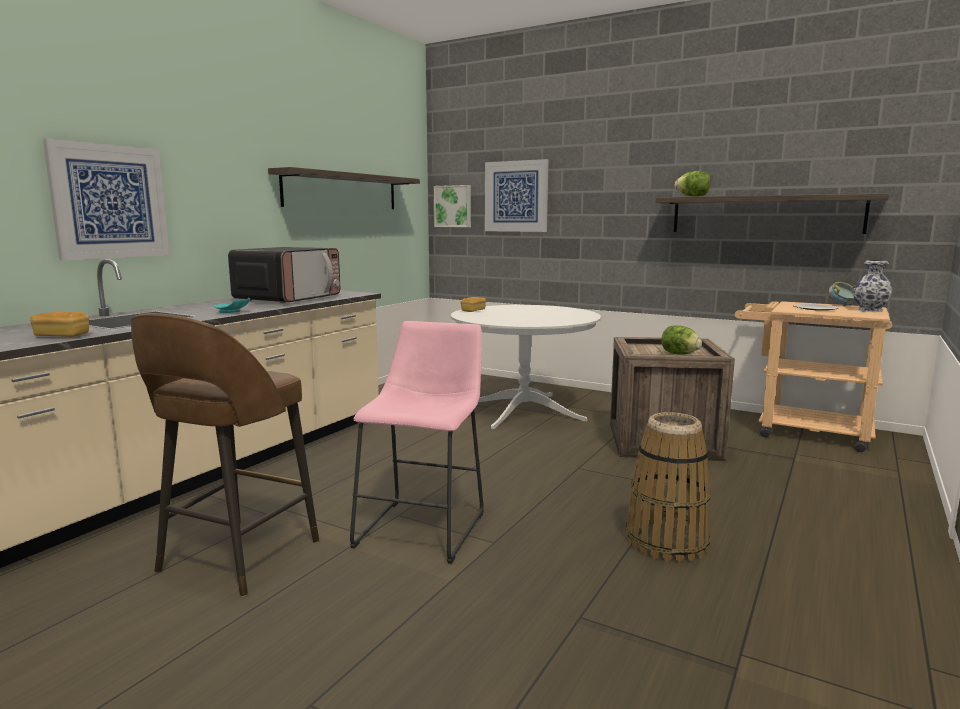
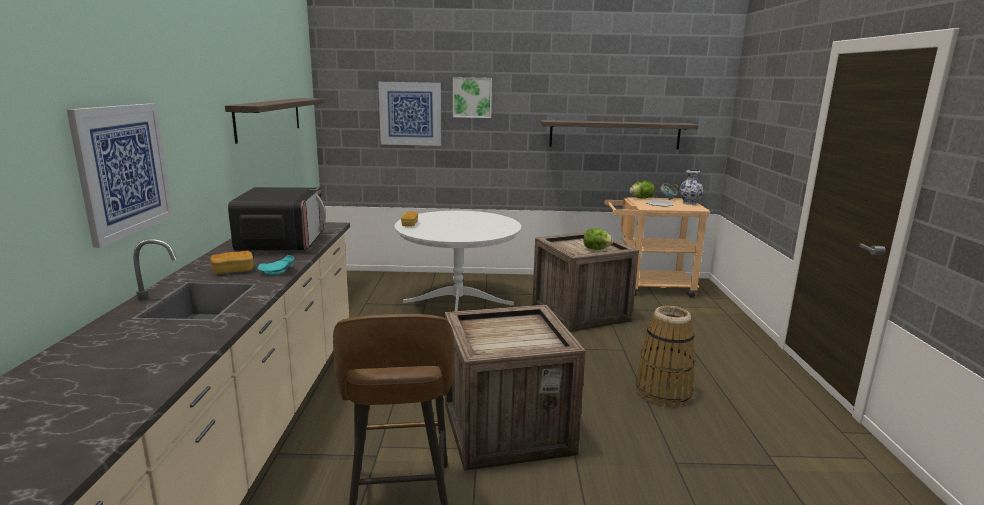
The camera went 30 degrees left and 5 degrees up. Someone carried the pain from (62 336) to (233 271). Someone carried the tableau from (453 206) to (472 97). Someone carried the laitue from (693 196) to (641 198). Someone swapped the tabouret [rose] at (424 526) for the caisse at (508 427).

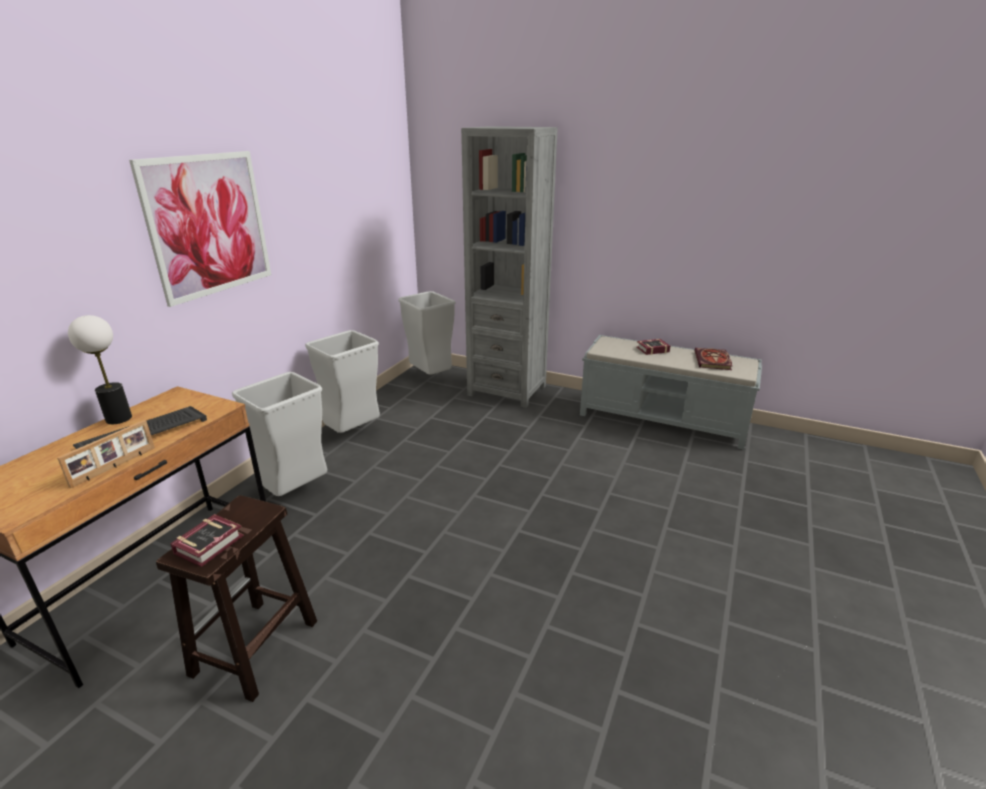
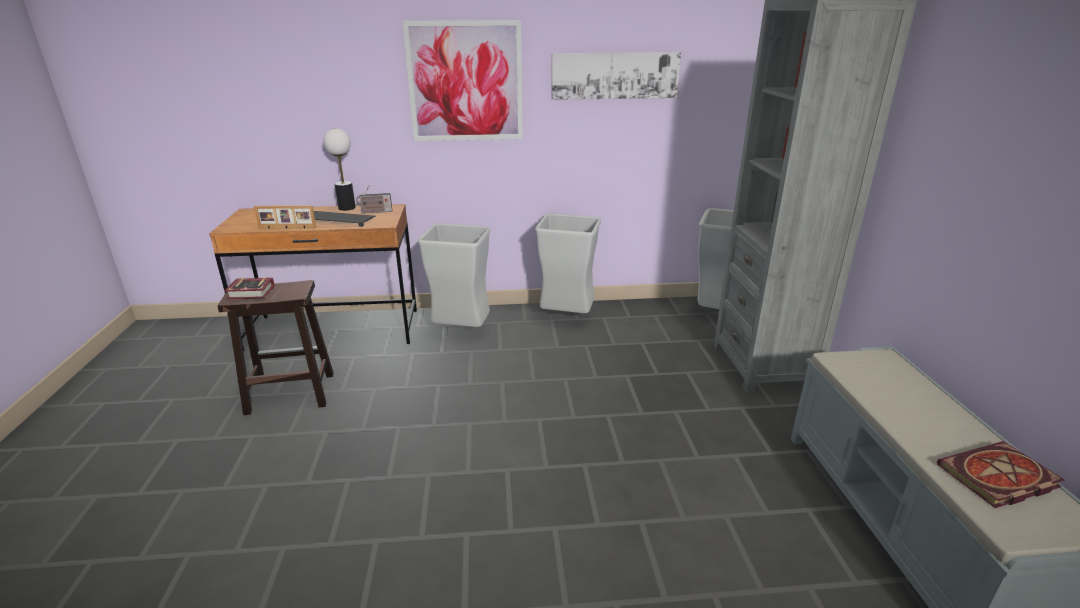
The camera went 60 degrees right and 0 degrees up. Someone took away the livre at (651 349). Someone put down the radio at (375 212). Someone put up the tableau at (614 75).

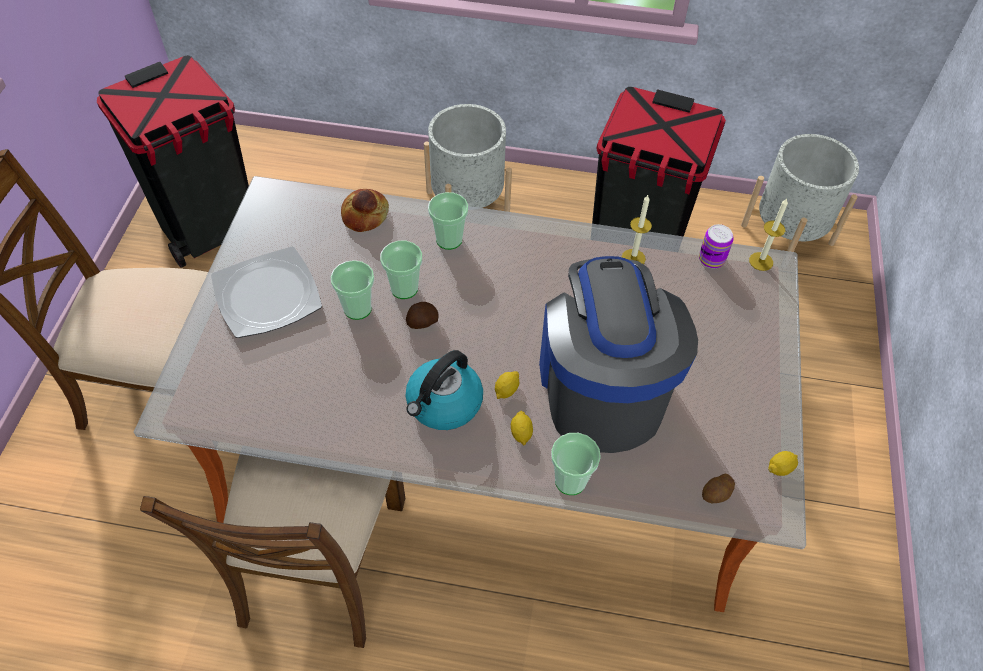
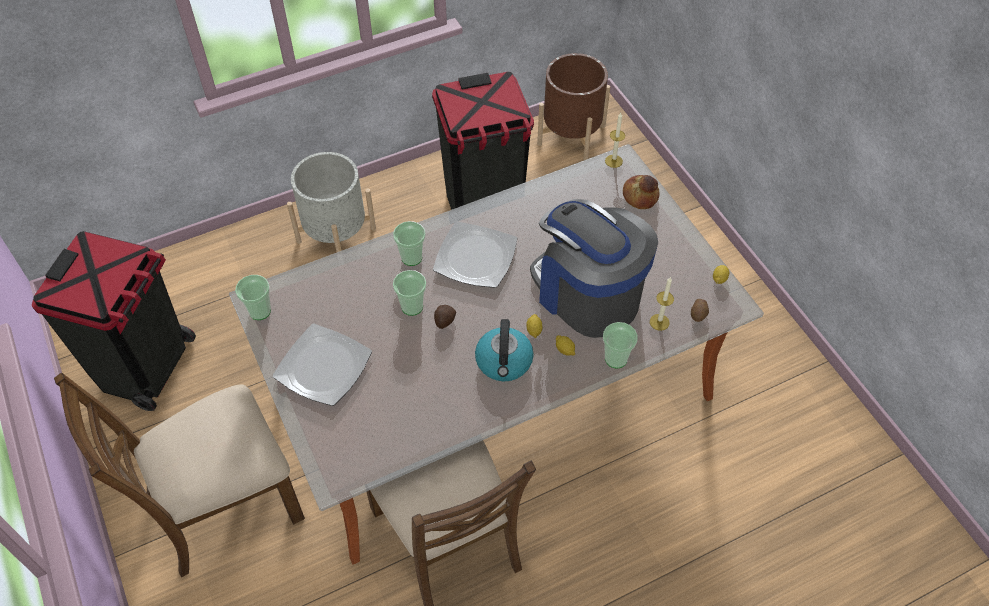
The camera went 35 degrees left and 0 degrees up. Someone took away the boîte métallique at (711 259). Someone put down the assiette at (474 257). Someone carried the tasse from (357 308) to (260 311). Someone carried the pain from (365 216) to (640 196). Someone carried the bougie from (633 258) to (659 322). Someone repainted the cache-pot [gris] at (787 234), which became the cache-pot [marron] at (571 135).

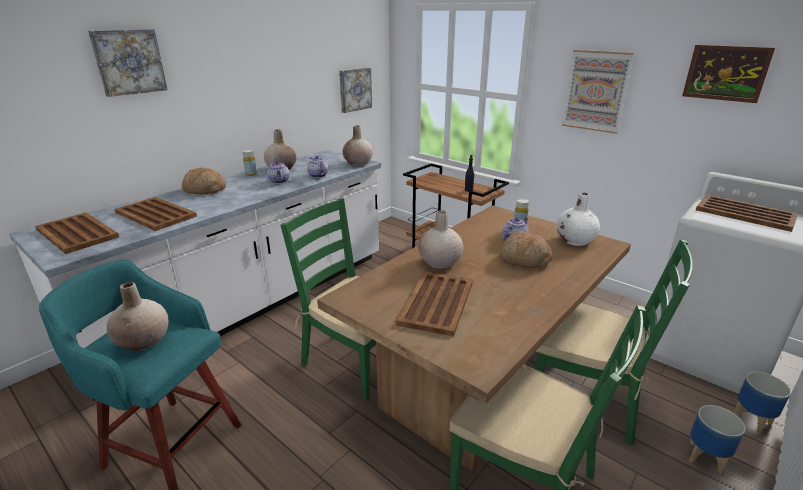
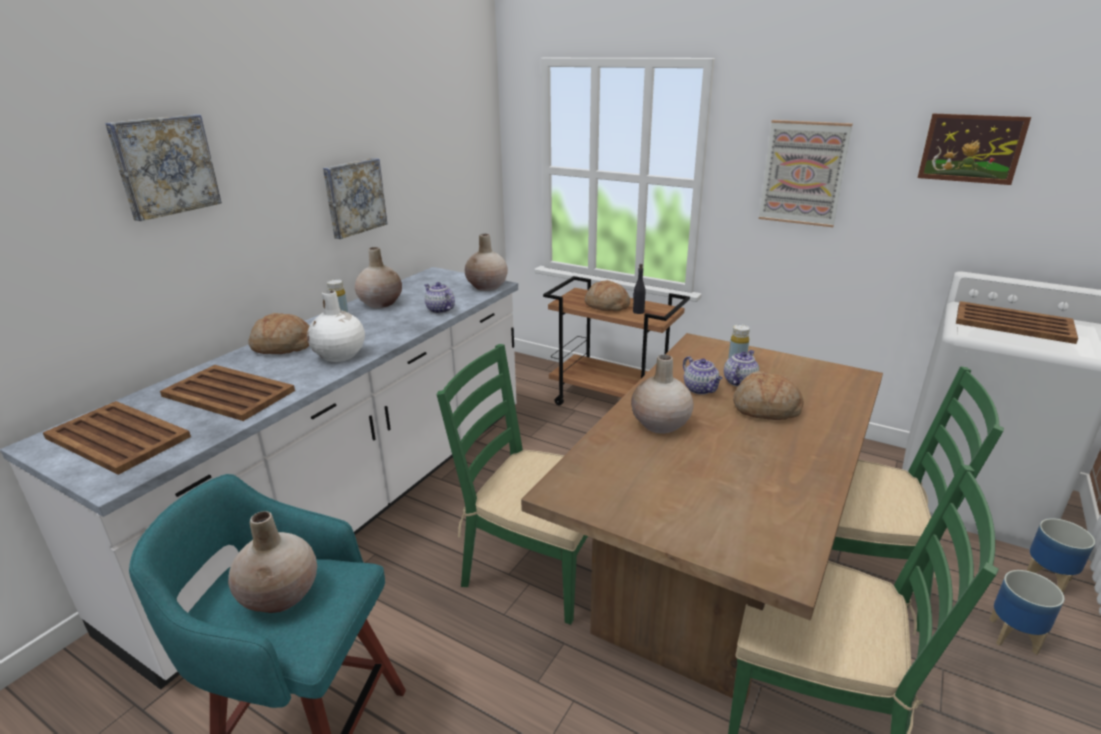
The camera went 10 degrees left and 0 degrees up. Someone took away the plateau [marron] at (436 303). Someone put down the pain at (607 305). Someone carried the théière from (279 181) to (701 389). Someone carried the tableau from (354 89) to (354 197). Someone carried the vase [blanc] from (575 240) to (339 355).

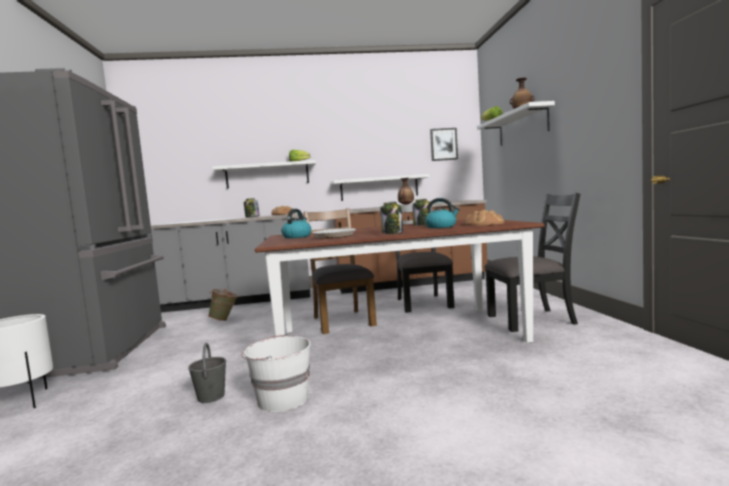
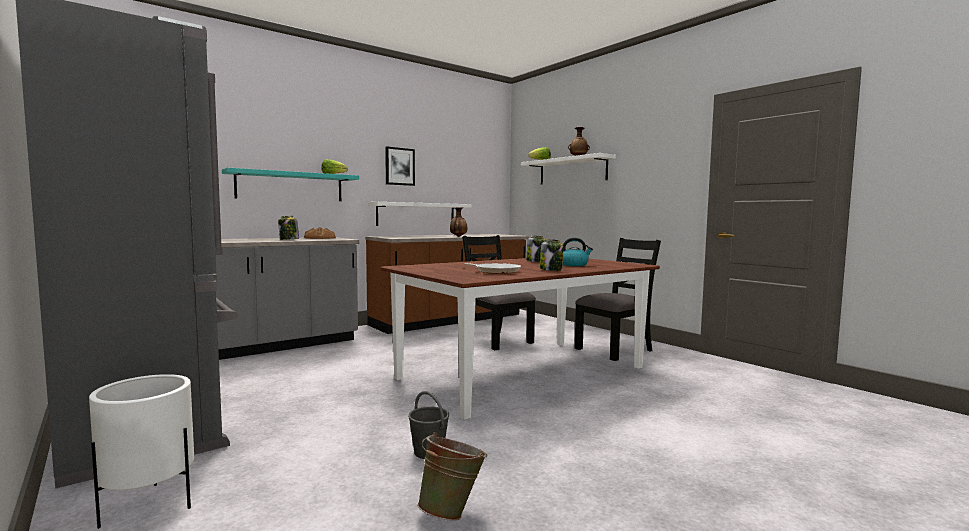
The camera went 30 degrees left and 0 degrees up. Someone took away the seau [blanc] at (281 400). Someone took away the bouilloire at (297 237). Someone took away the chaise [marron] at (342 321). Someone took away the pain at (484 224). Someone carried the seau [vert] from (225 320) to (452 511). Someone carried the tableau from (443 144) to (399 166). Someone repainted the étagère [blanc] at (267 175), which became the étagère [turquoise] at (290 186).

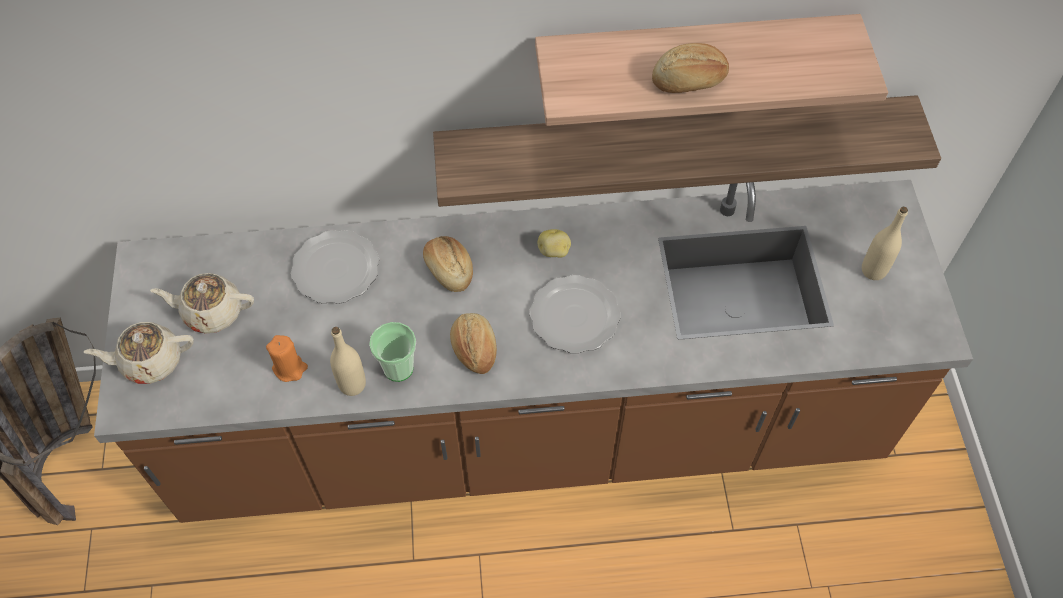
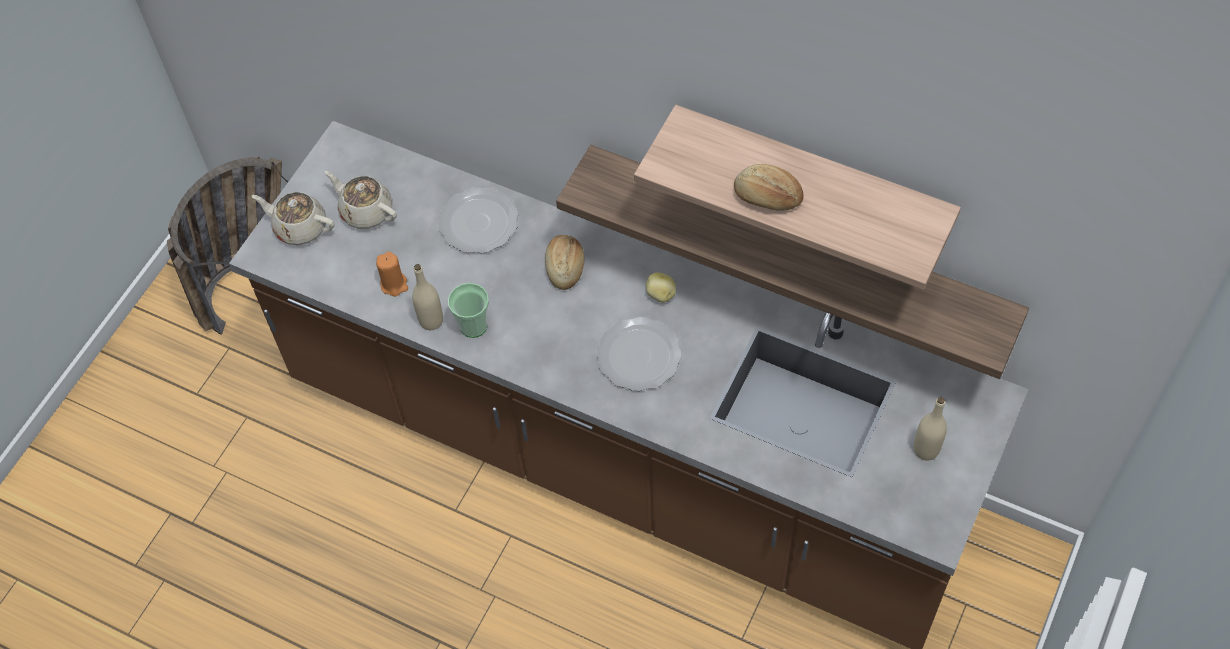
The camera went 35 degrees right and 0 degrees up. Someone took away the pain at (473 348).

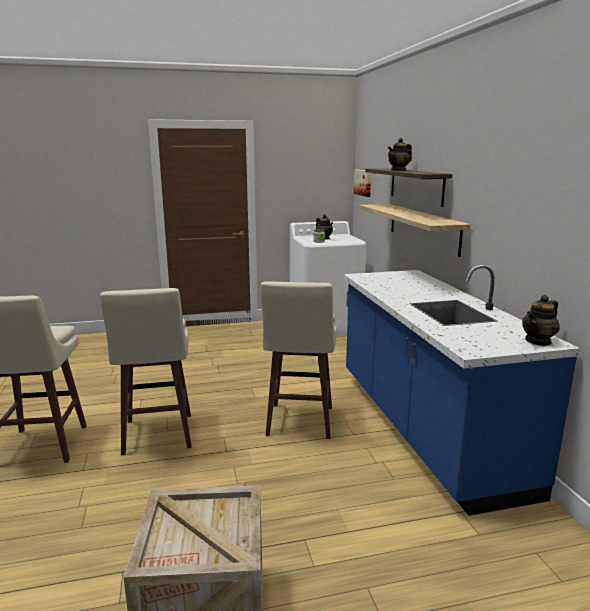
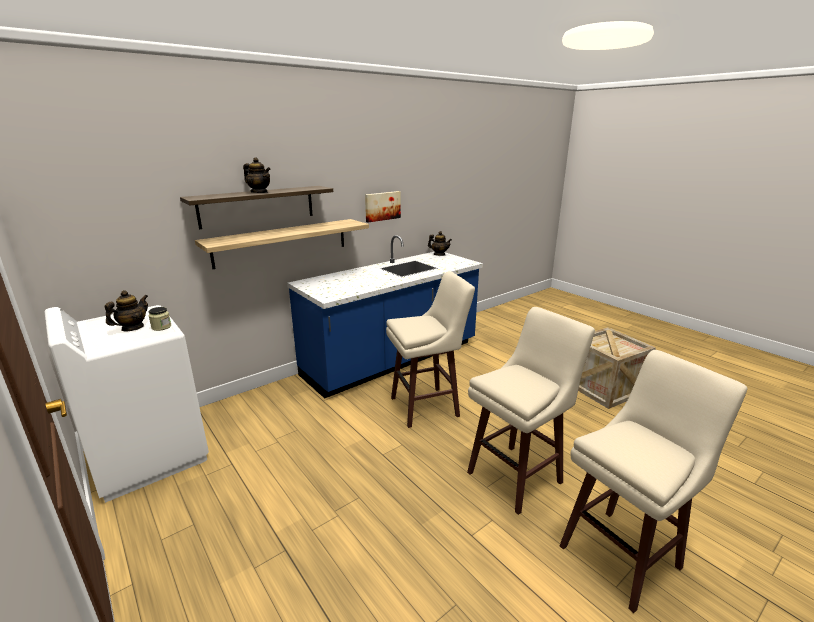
The camera went 115 degrees left and 5 degrees up. Someone carried the tableau from (363 182) to (382 206).

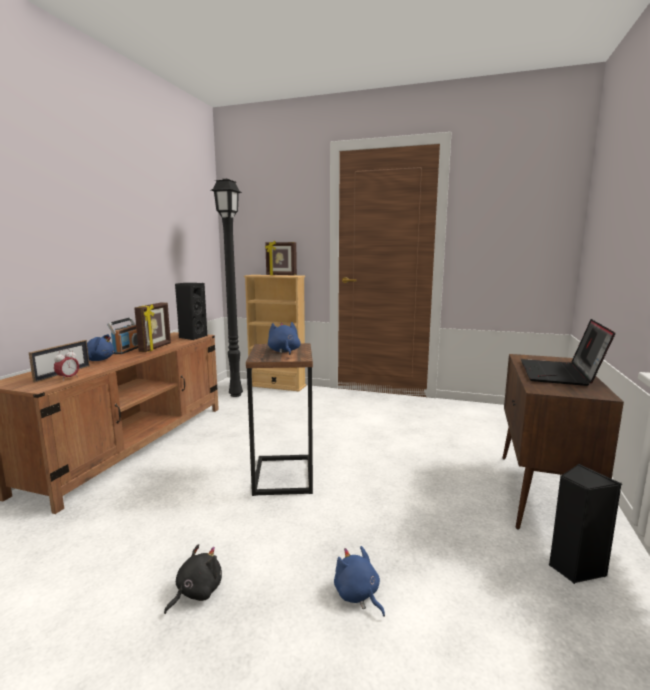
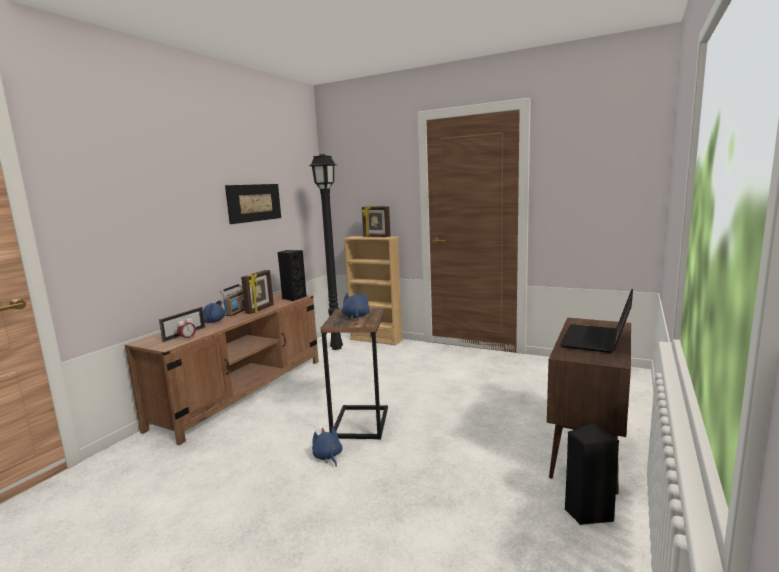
The camera went 10 degrees right and 0 degrees up. Someone took away the peluche [noir] at (196 592). Someone put up the tableau at (254 202). Someone carried the peluche [bleu] from (358 595) to (328 457).

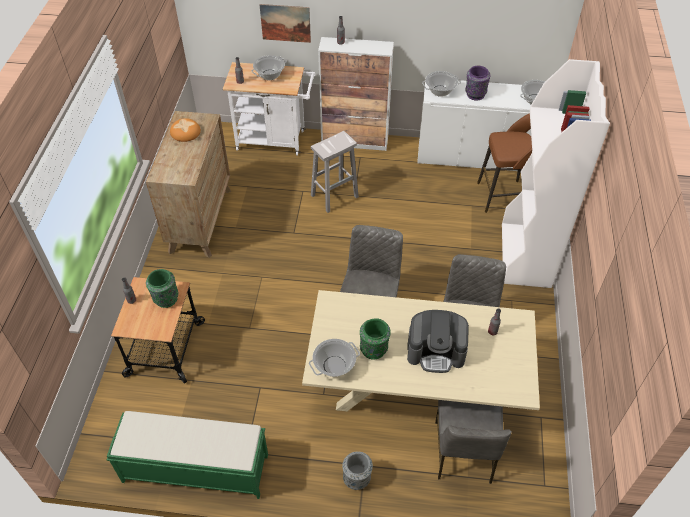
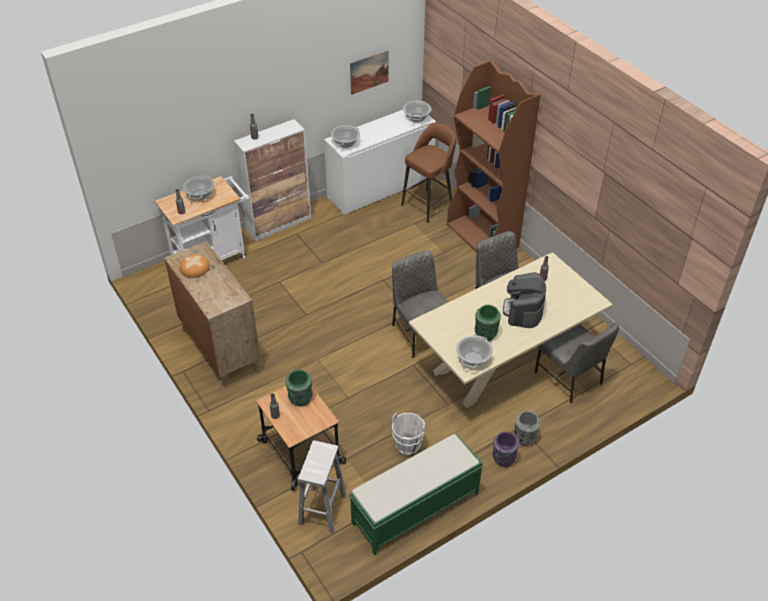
The camera went 40 degrees left and 5 degrees down. Someone put down the seau [blanc] at (407 447). Someone carried the tableau from (285 23) to (369 72). Someone carried the tabouret [blanc] from (335 195) to (322 509). Someone carried the vase [violet] from (475 94) to (503 458). Someone repainted the bibliothèque [blanc] at (526 256), which became the bibliothèque [marron] at (483 236). Someone rotated the machine à café at (436 351) by 135 degrees clockwise.

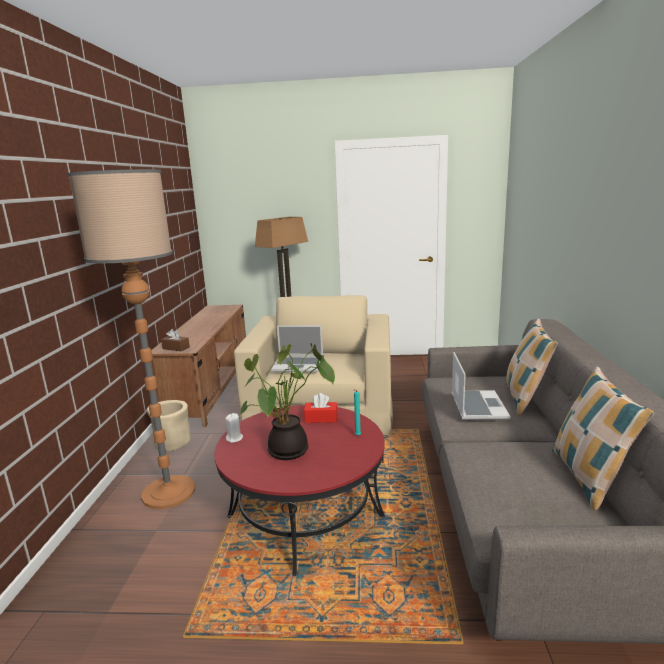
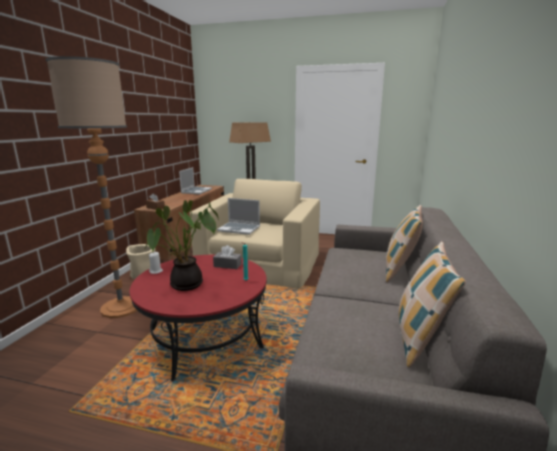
The camera went 10 degrees right and 0 degrees up. Someone carried the ordinateur portable from (477 406) to (196 191). Someone repainted the boîte à mouchoirs [rouge] at (321 418), which became the boîte à mouchoirs [gris] at (227 265).

